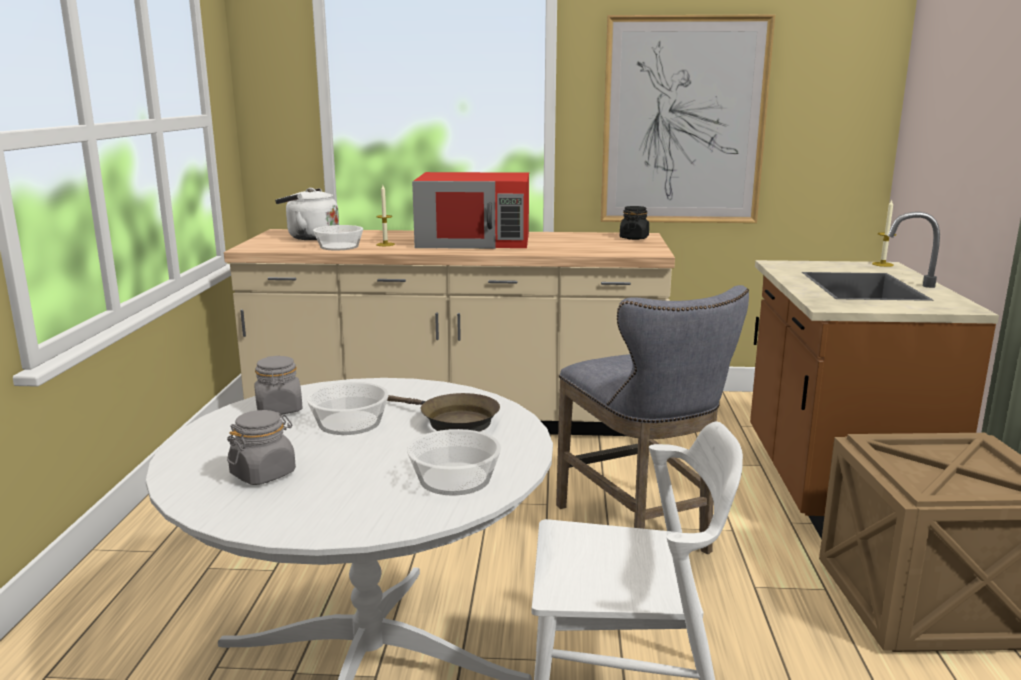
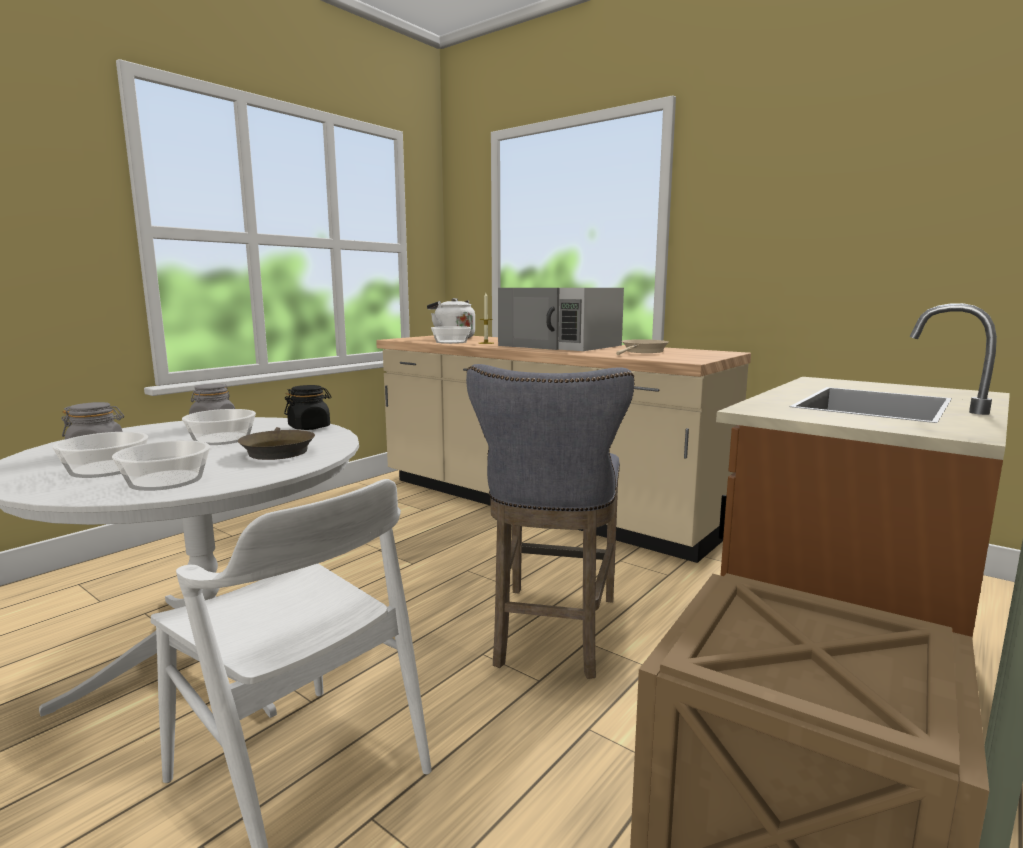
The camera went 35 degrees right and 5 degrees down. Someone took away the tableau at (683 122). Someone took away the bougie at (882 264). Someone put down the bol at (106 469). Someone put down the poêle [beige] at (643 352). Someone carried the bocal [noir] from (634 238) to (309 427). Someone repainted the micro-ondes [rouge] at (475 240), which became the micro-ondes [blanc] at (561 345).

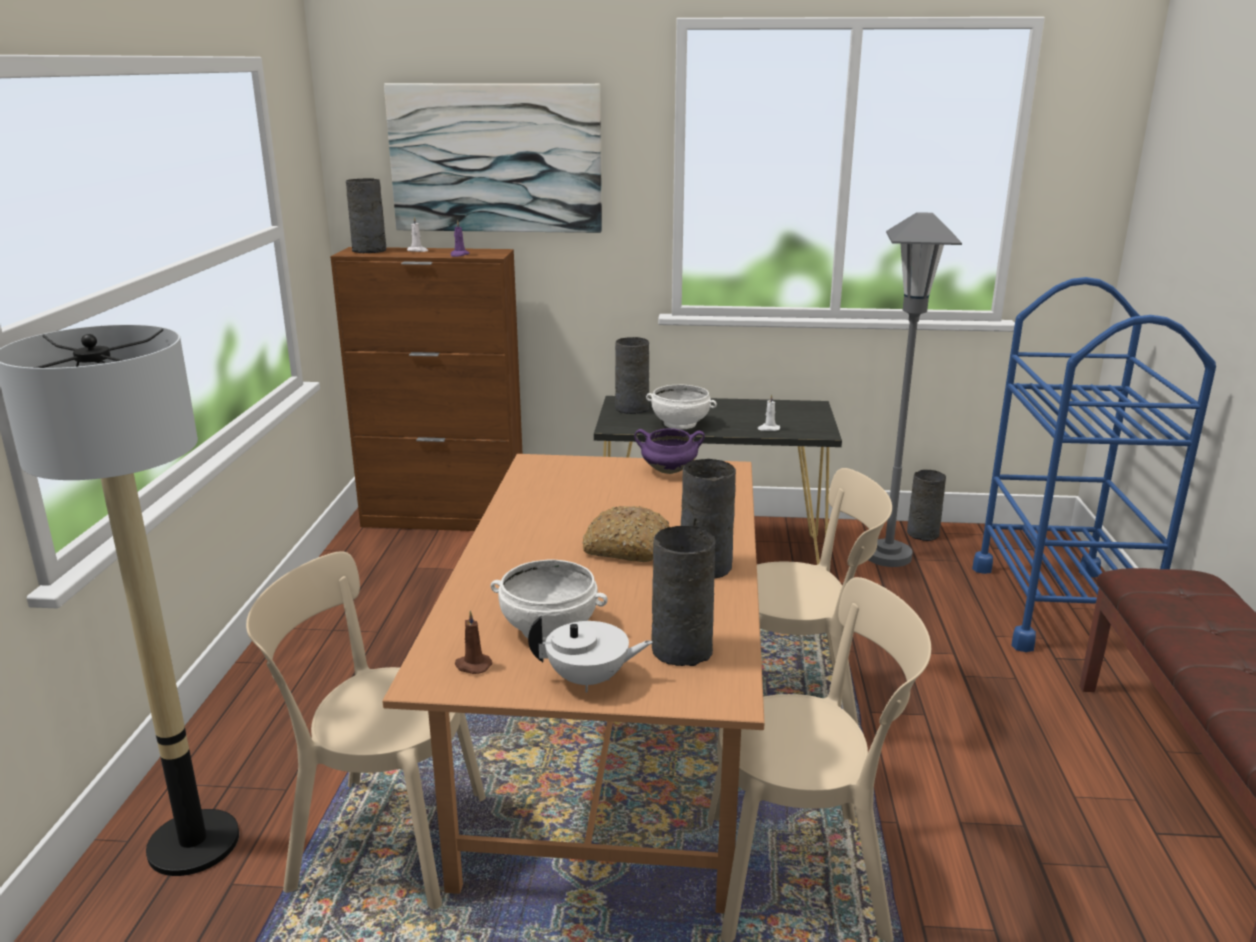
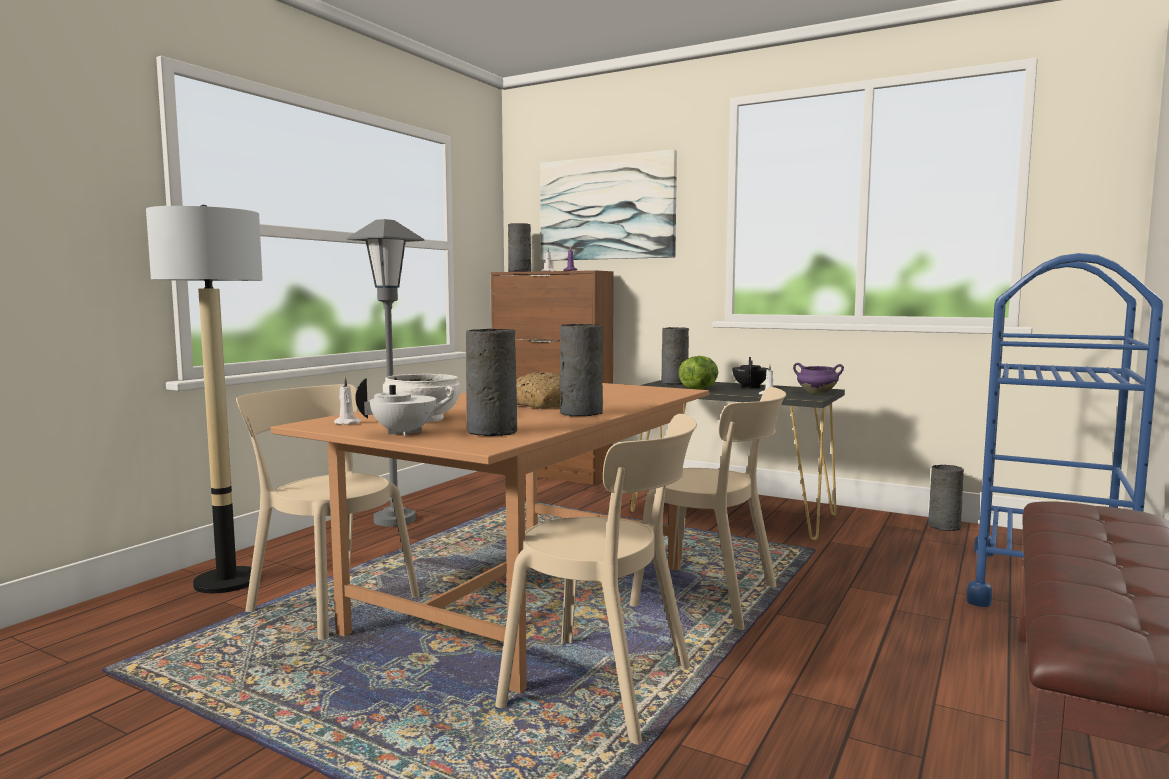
The camera went 25 degrees right and 15 degrees down. Someone put down the théière [noir] at (750 387). Someone carried the marmite [violet] from (668 471) to (816 393). Someone carried the lampadaire [gris] from (888 556) to (395 520). Someone swapped the bol [blanc] at (679 424) for the laitue at (699 389). Someone repainted the bougie [marron] at (472 665), which became the bougie [blanc] at (346 423). Someone rotated the théière [blanc] at (589 680) by 45 degrees counterclockwise.

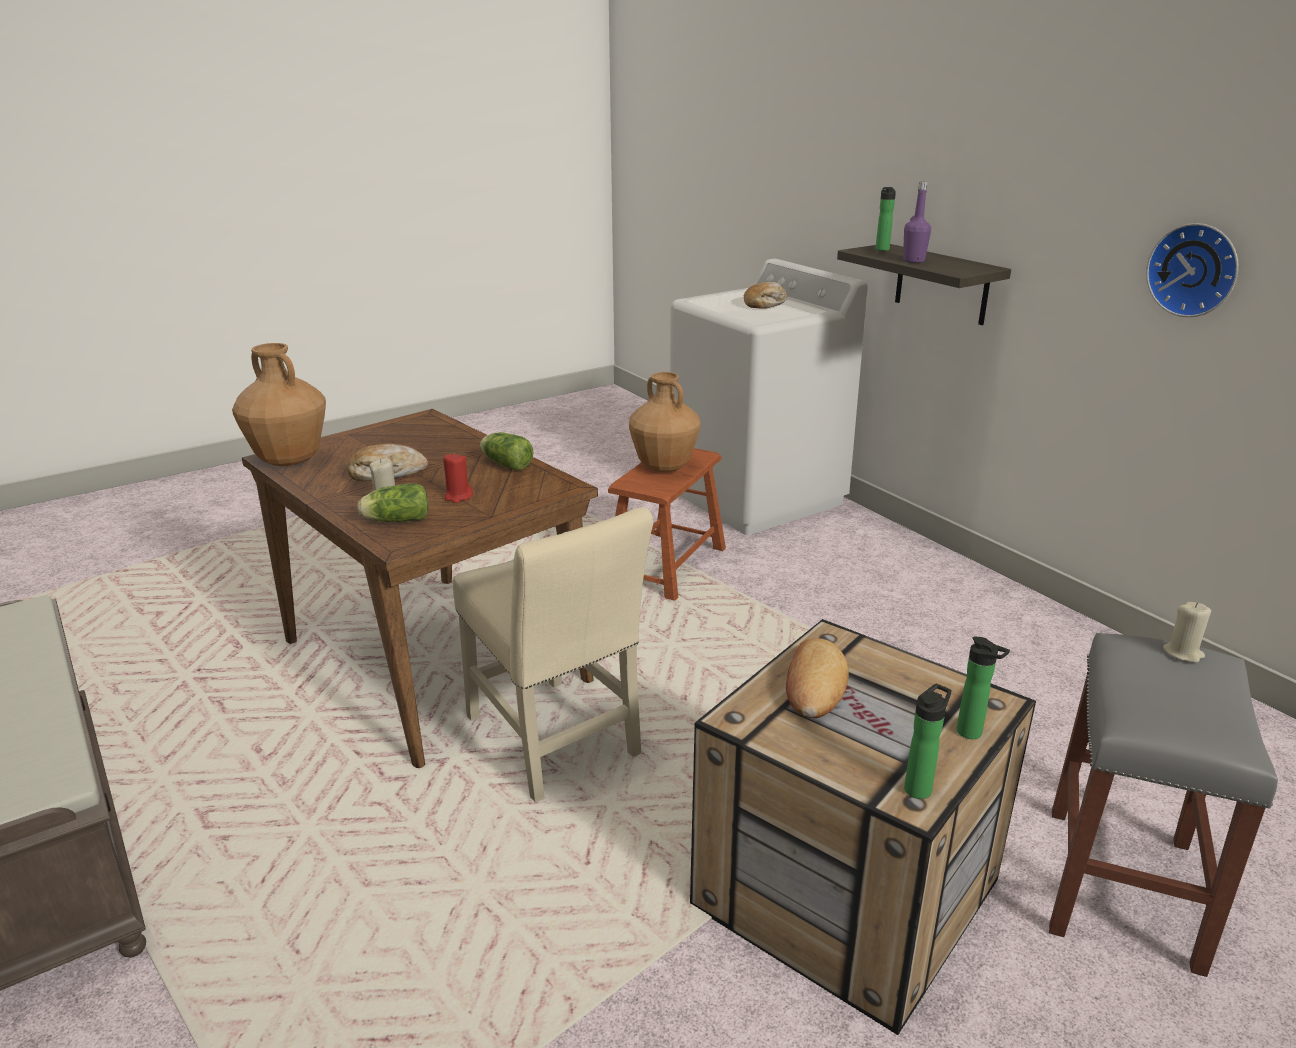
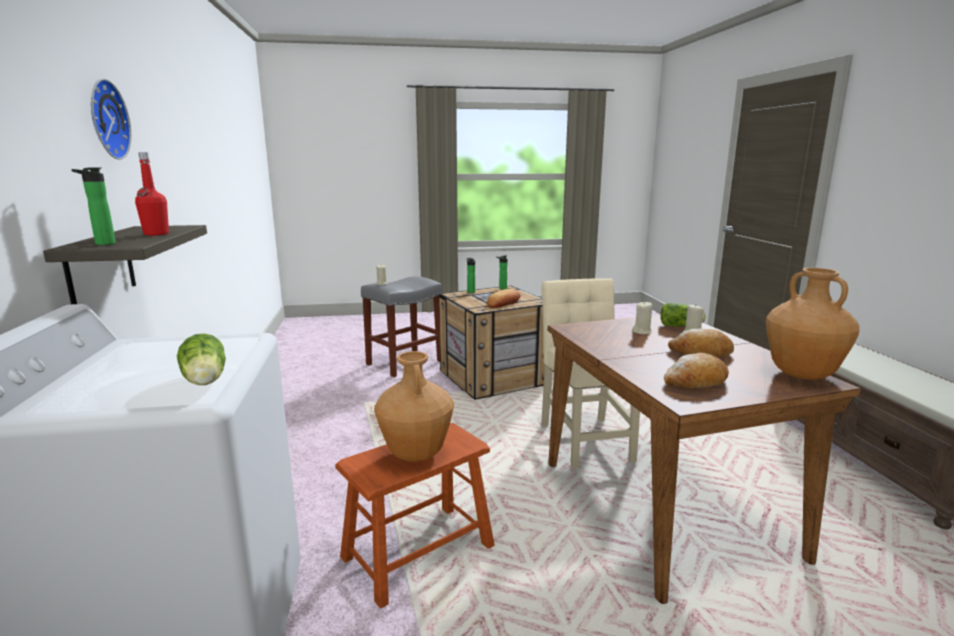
The camera went 155 degrees left and 10 degrees down. Someone carried the laitue from (505 464) to (205 381). Someone carried the pain from (765 304) to (695 381). Someone carried the horloge murale from (1195 269) to (105 119). Someone repainted the bougie [rouge] at (458 497), which became the bougie [beige] at (642 332). Someone repainted the bouteille [violet] at (913 261), which became the bouteille [rouge] at (156 234).

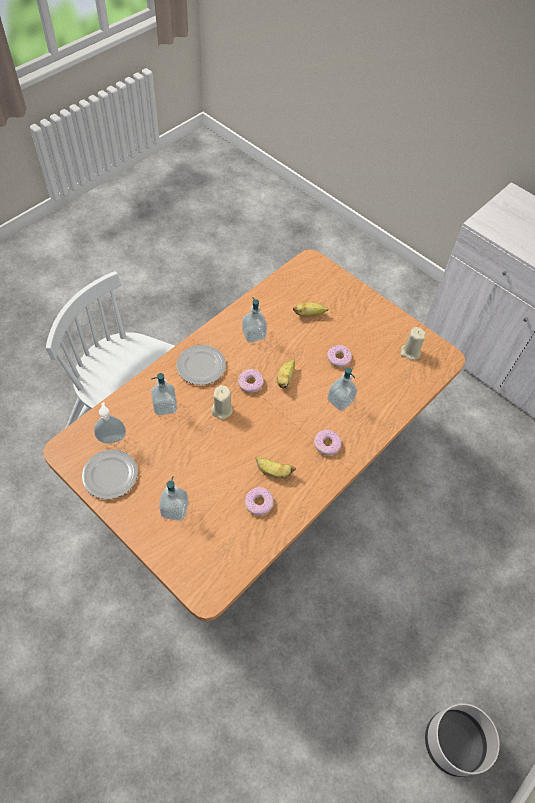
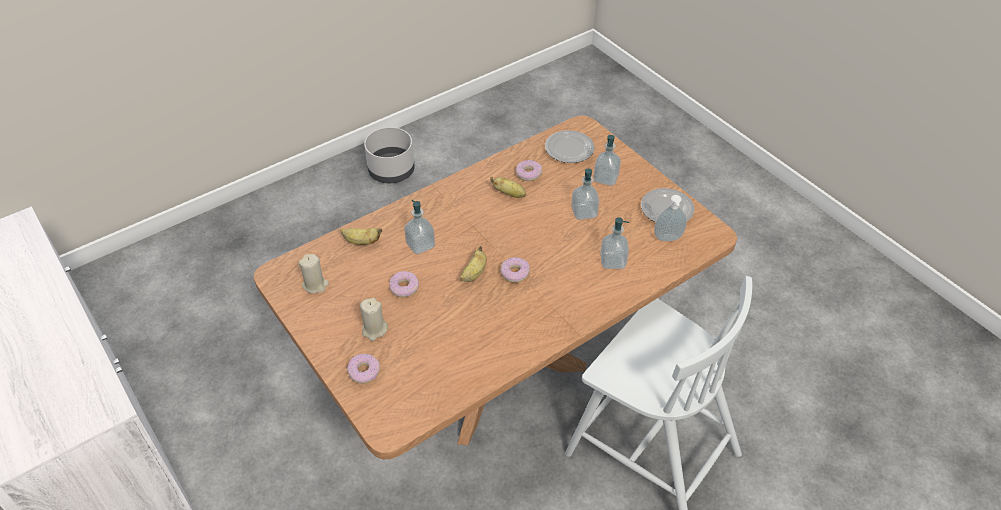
The camera went 165 degrees left and 10 degrees down. Someone carried the assiette from (201 366) to (569 149). Someone carried the bougie [beige] from (222 410) to (374 330). Someone carried the distributeur de savon from (254 334) to (584 212). Someone carried the banane from (309 314) to (361 242). Someone carried the beignet from (326 445) to (364 371).

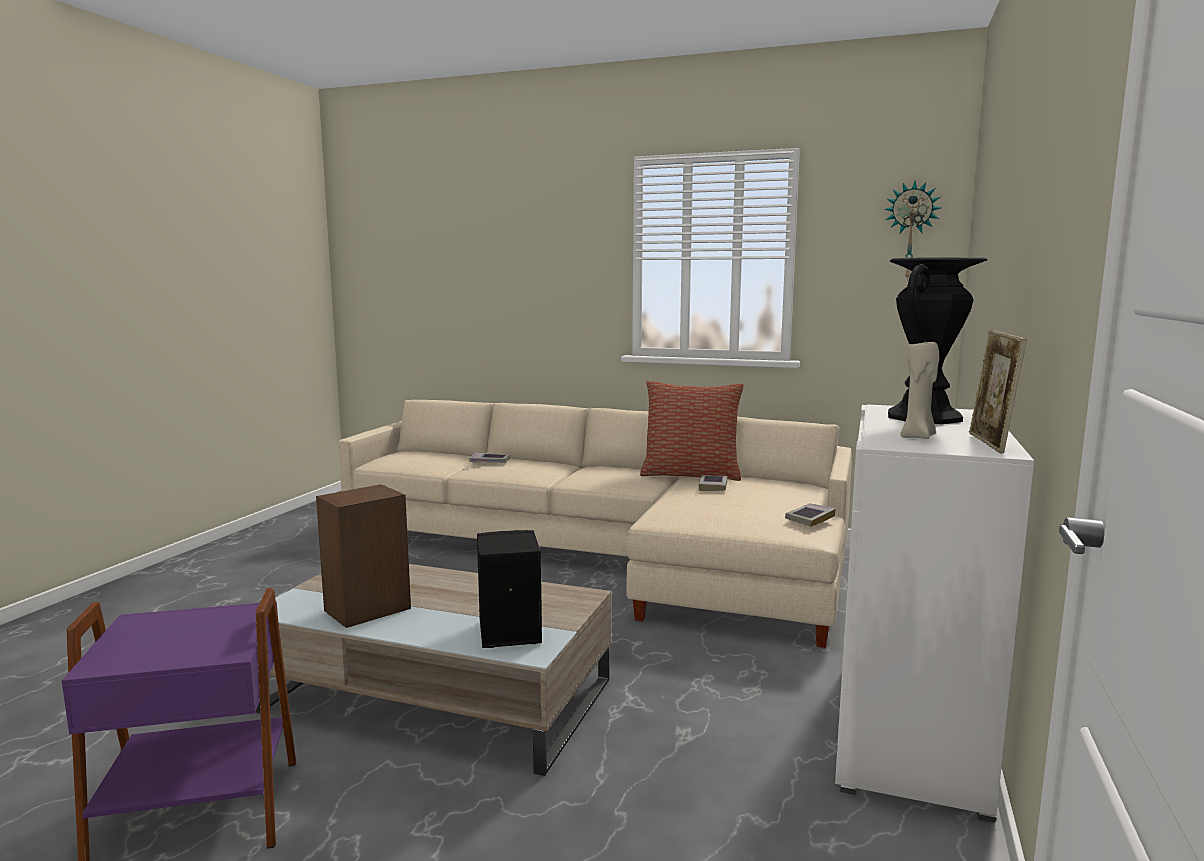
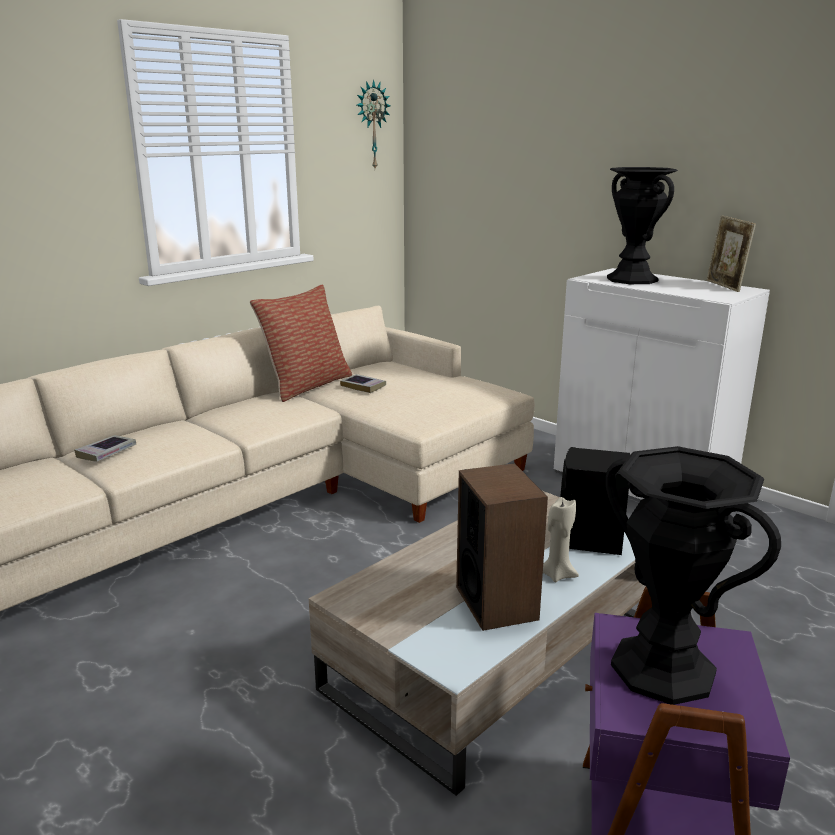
The camera went 65 degrees left and 10 degrees up. Someone took away the livre at (810 518). Someone put down the vase [noir] at (663 669). Someone carried the bougie [beige] from (918 437) to (557 574). Someone rotated the cadre photo at (990 443) by 45 degrees clockwise.

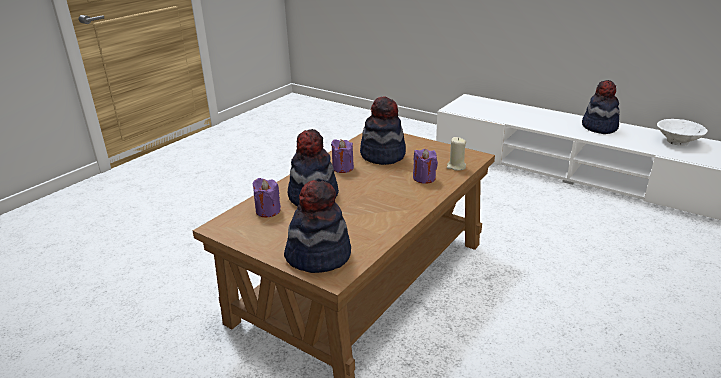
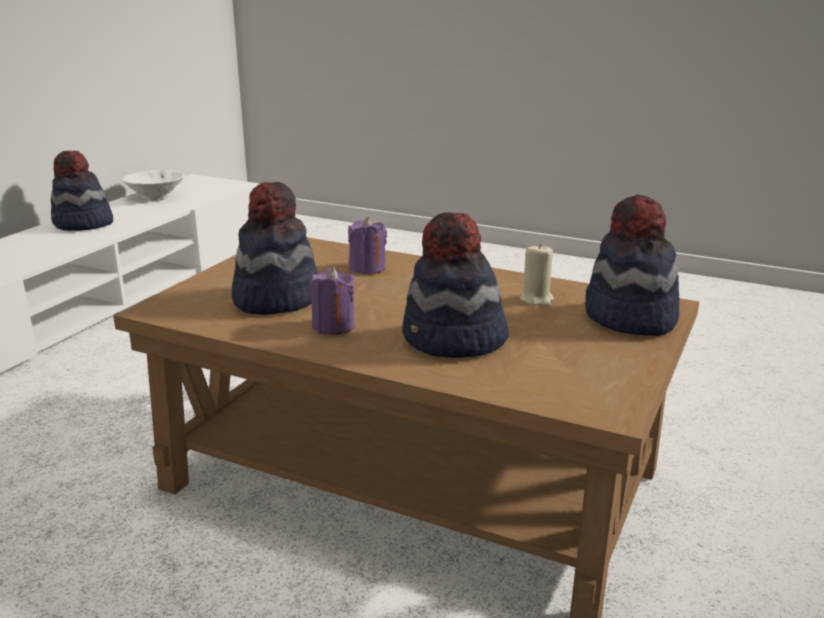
The camera went 100 degrees left and 5 degrees down. Someone took away the bougie [violet] at (268 211). Someone carried the bougie [beige] from (456 166) to (536 299).

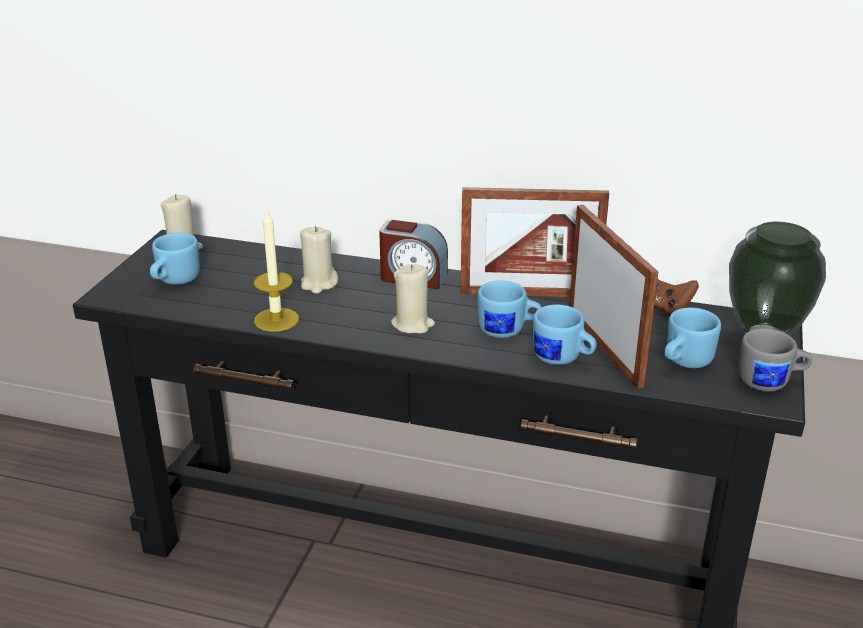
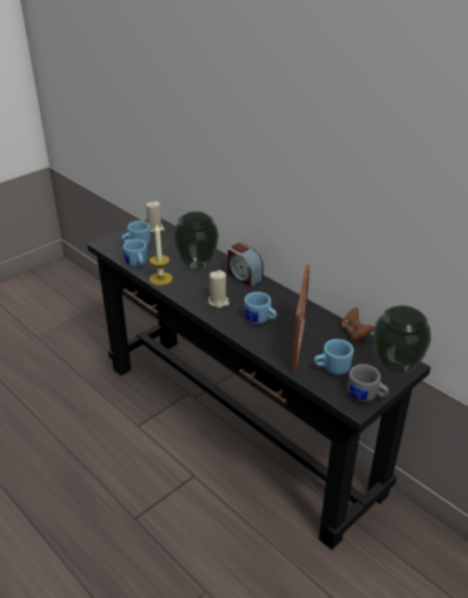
The camera went 30 degrees right and 5 degrees up. Someone took away the cadre photo at (529 294). Someone carried the mug [bleu] from (563 359) to (137 265). Someone swapped the bougie [beige] at (318 284) for the vase at (197 266).

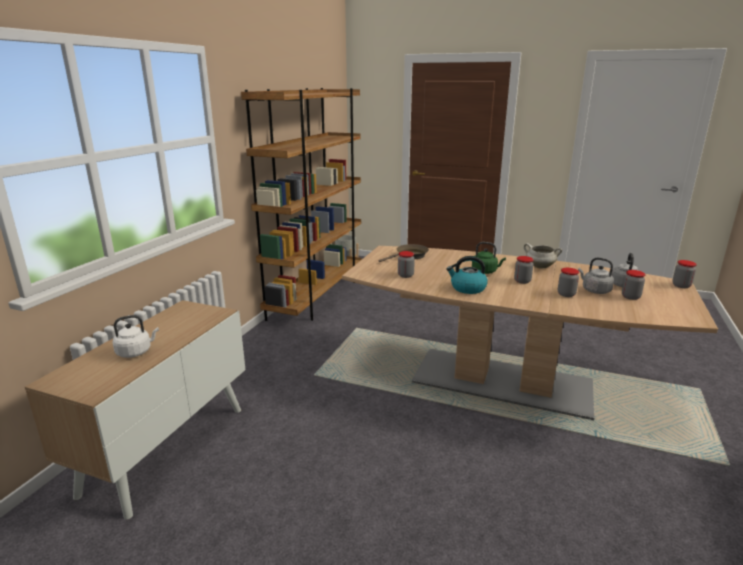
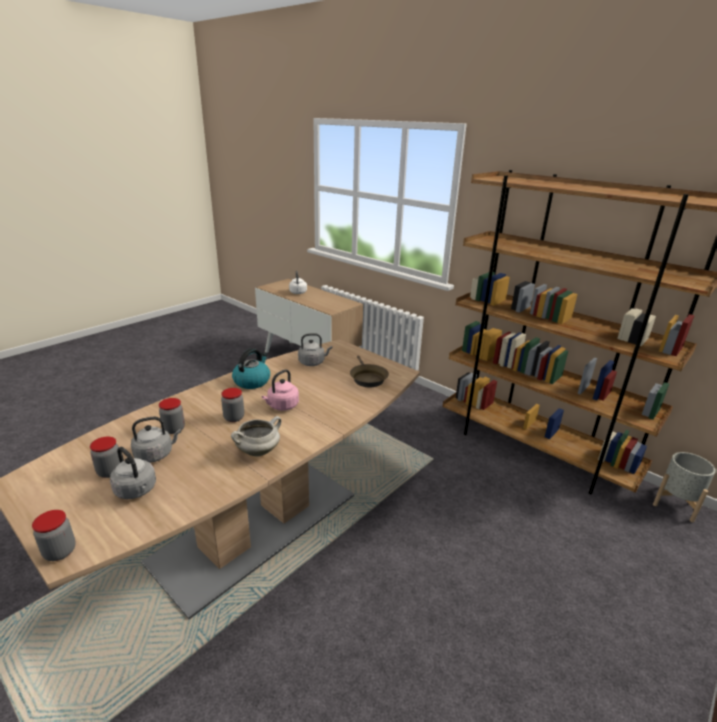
The camera went 110 degrees right and 5 degrees up. Someone swapped the bocal at (405 275) for the bouilloire [gris] at (313 362). Someone repainted the bouilloire [vert] at (485 271), which became the bouilloire [rose] at (282 406).

